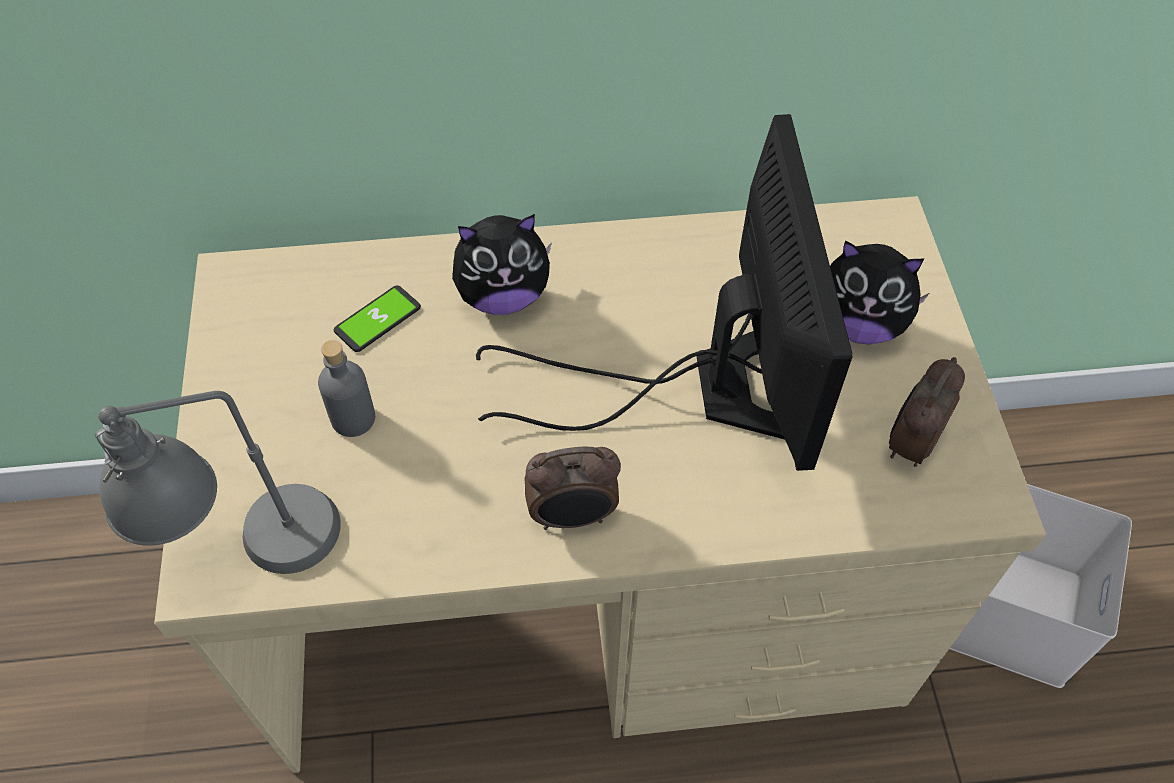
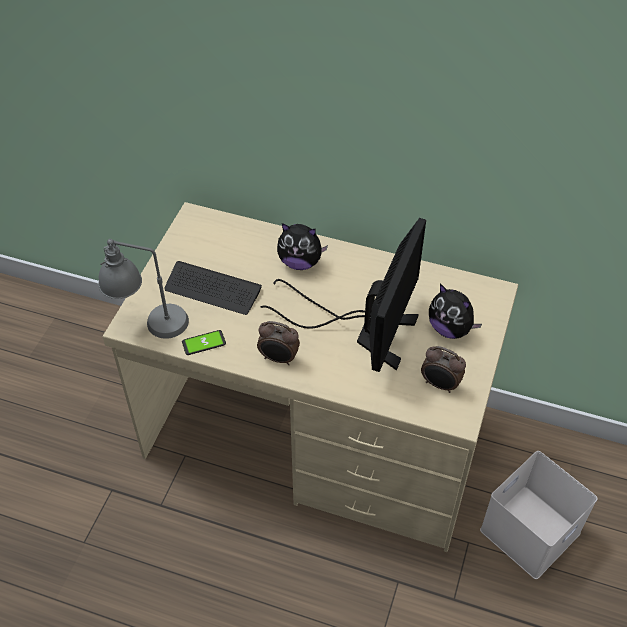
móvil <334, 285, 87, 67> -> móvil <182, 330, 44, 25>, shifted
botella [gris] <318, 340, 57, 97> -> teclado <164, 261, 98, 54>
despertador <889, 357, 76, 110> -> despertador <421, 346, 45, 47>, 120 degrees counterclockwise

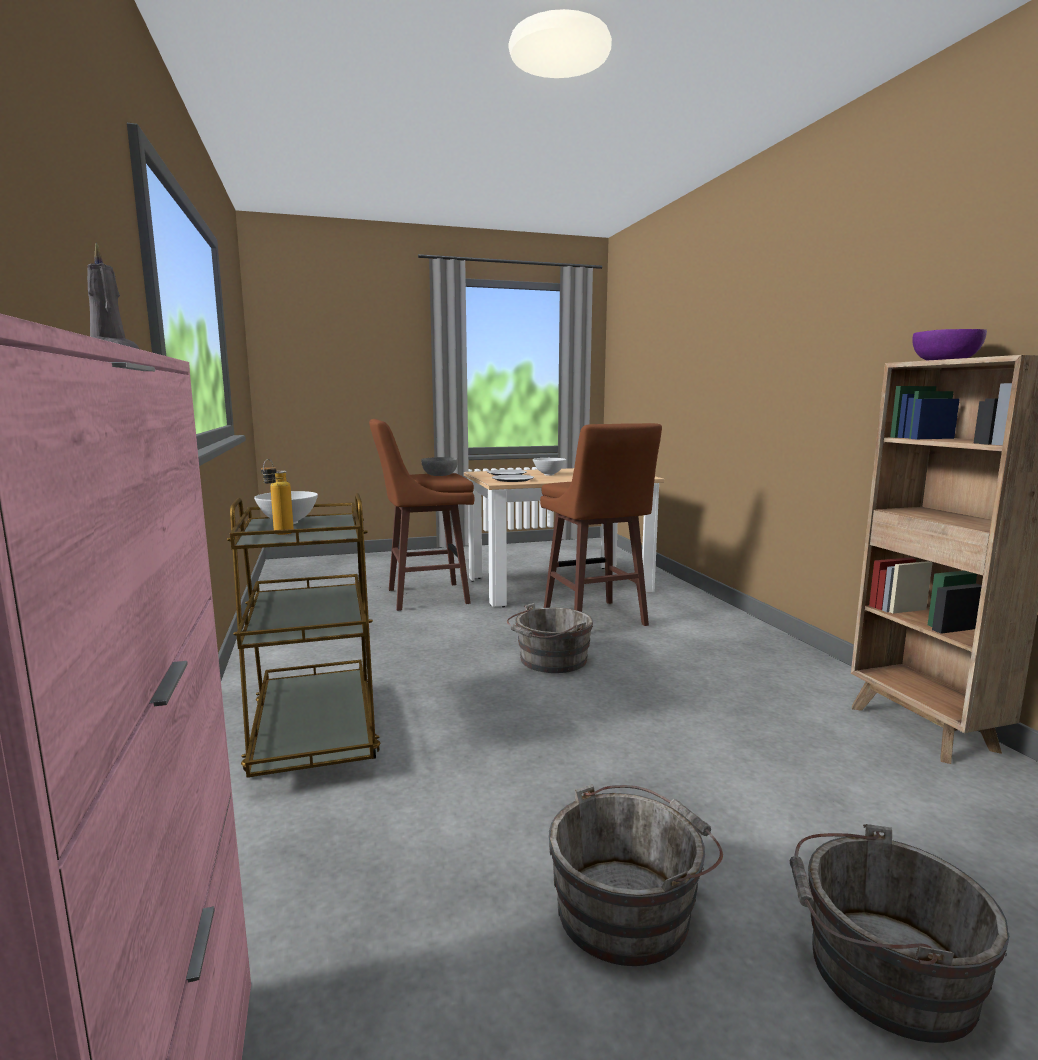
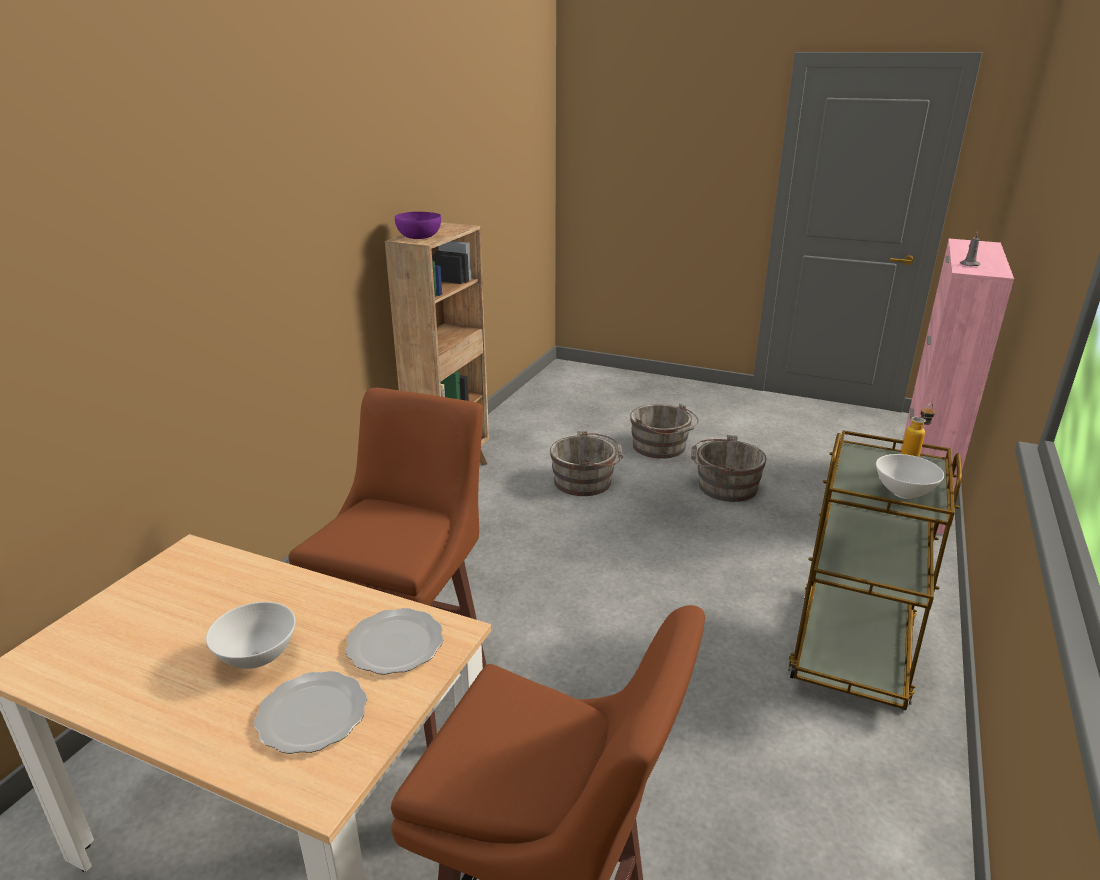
cuenco [gris] <422, 457, 36, 19> -> none
cubo [gris] <507, 603, 86, 70> -> cubo [gris] <550, 430, 73, 66>, shifted

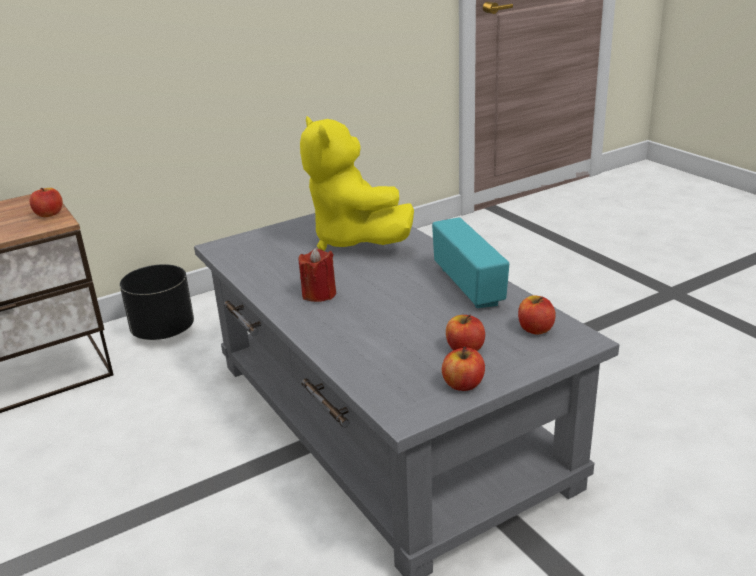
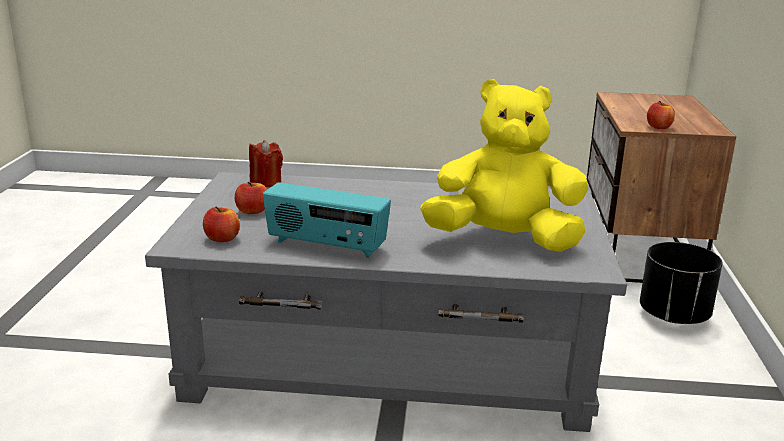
manzana <442, 347, 43, 44> -> none
vela [rojo] <299, 247, 37, 55> -> vela [rojo] <249, 140, 34, 47>, shifted

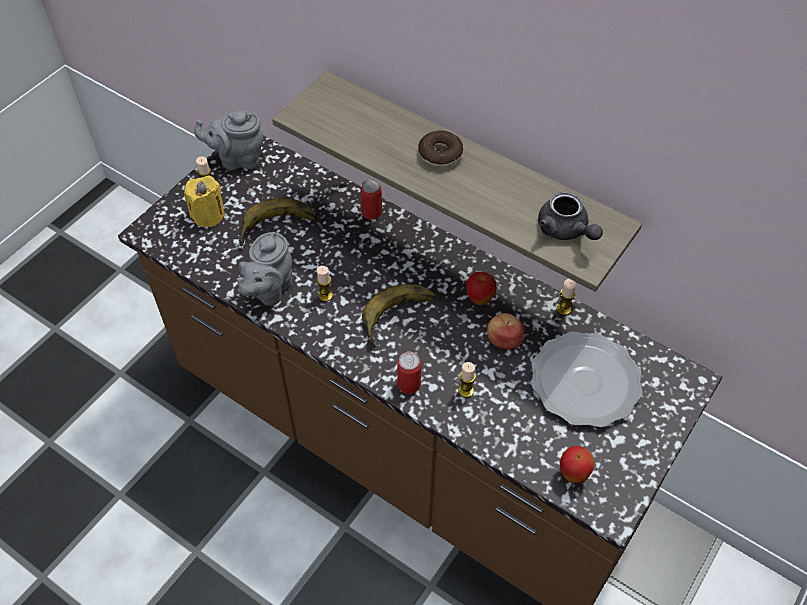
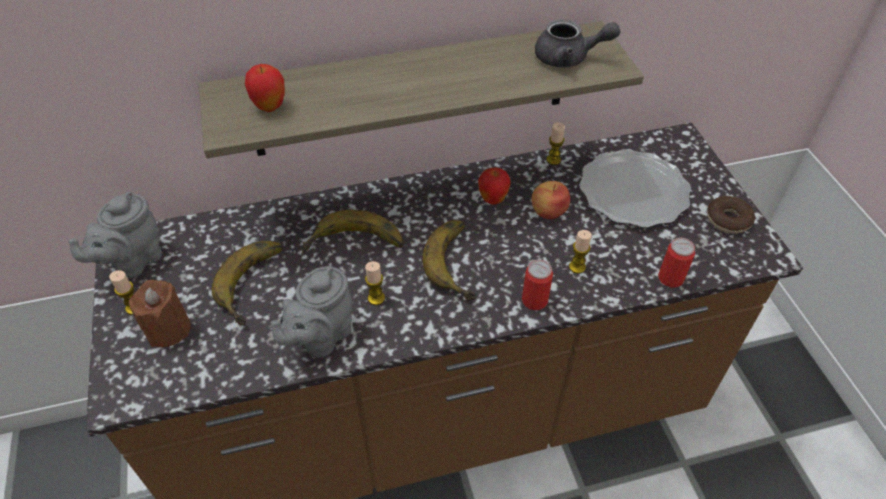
none -> plátano <302, 210, 102, 43>
lata <360, 179, 22, 41> -> lata <658, 238, 37, 50>, shifted
rosquilla <418, 131, 45, 37> -> rosquilla <707, 196, 48, 38>, shifted
manzana <560, 446, 35, 37> -> manzana <245, 64, 40, 48>, shifted
vela [amarillo] <184, 176, 41, 51> -> vela [marrón] <129, 280, 62, 67>
tetera [gris] <236, 232, 56, 74> -> tetera [gris] <271, 266, 81, 92>, 60 degrees clockwise

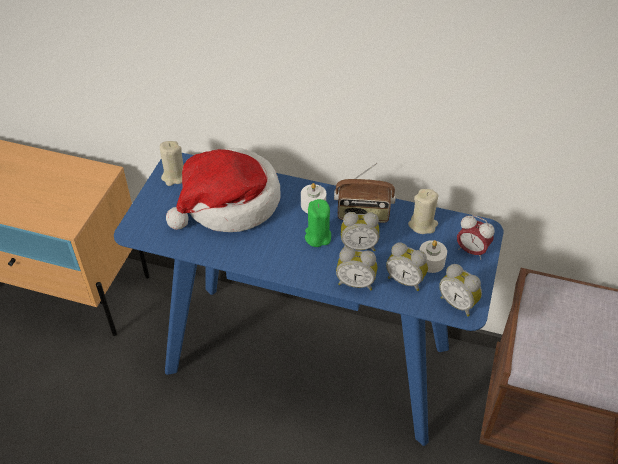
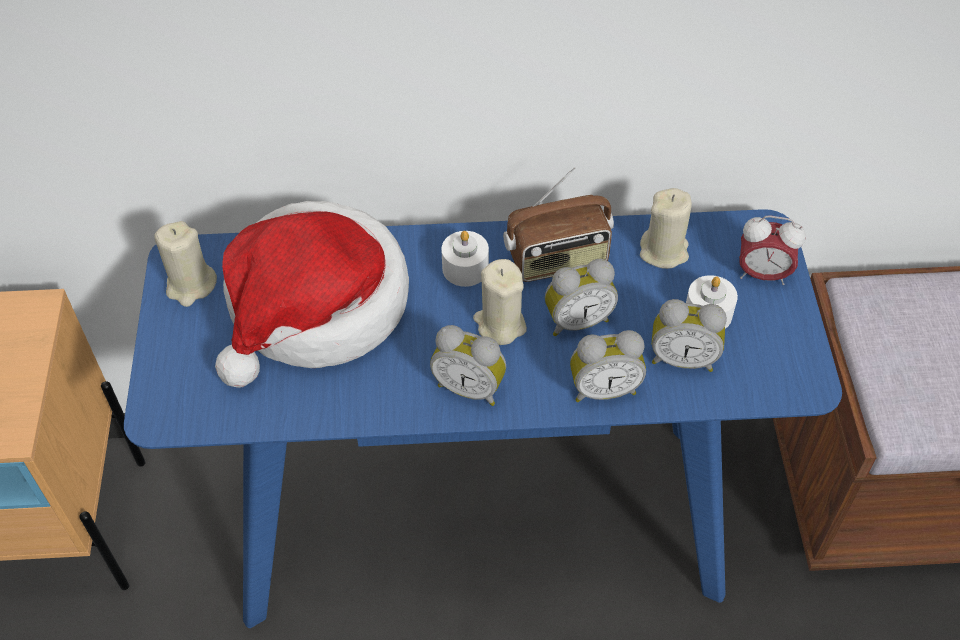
despertador <439, 264, 43, 52> -> despertador <430, 325, 76, 81>, shifted
vela [verde] <305, 199, 26, 48> -> vela [beis] <473, 259, 54, 86>

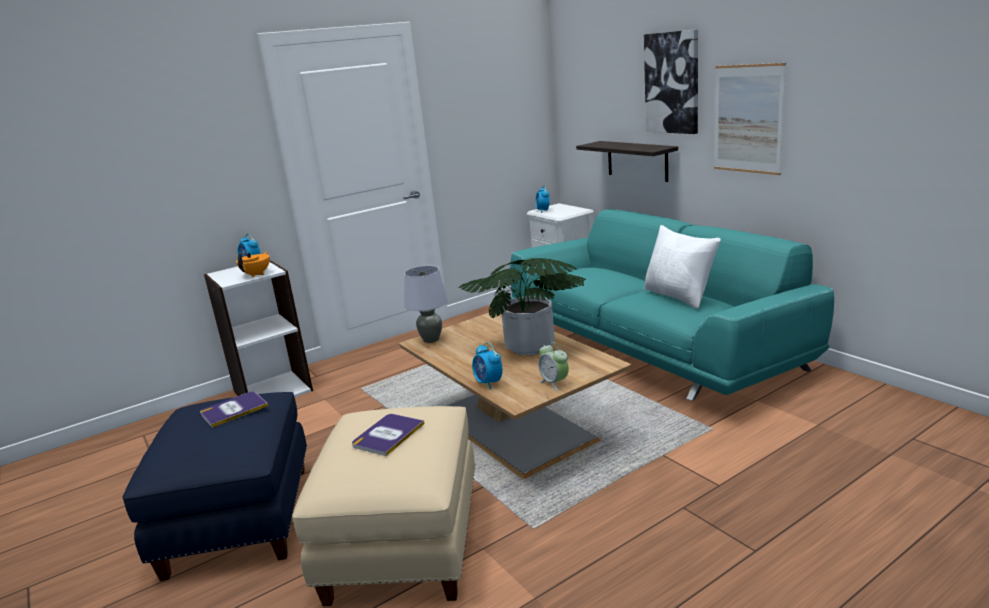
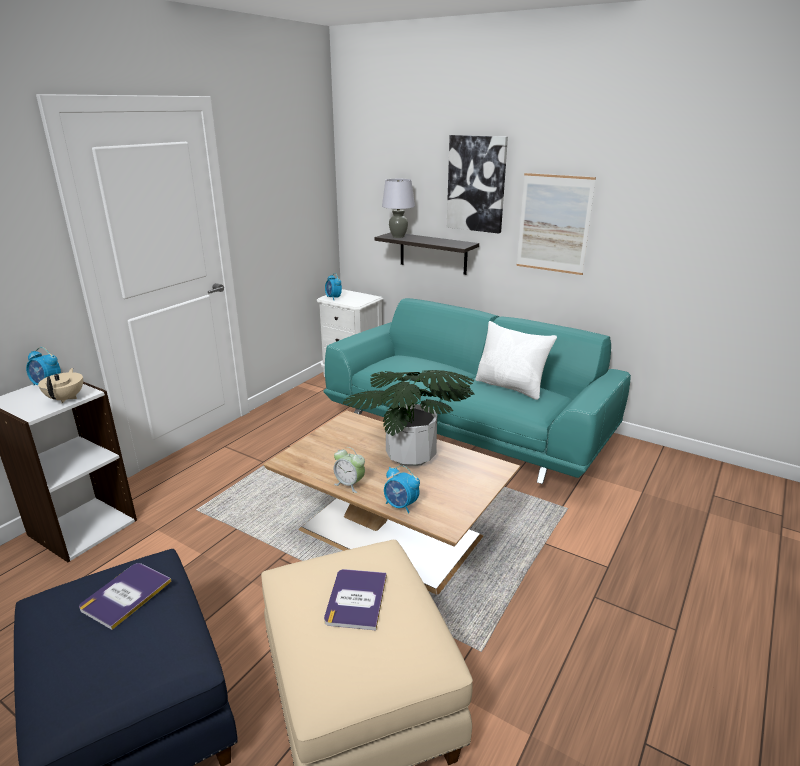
lámpara de mesa [gris] <404, 266, 44, 77> -> lámpara de mesa [gris] <382, 179, 33, 59>, shifted
despertador <538, 342, 31, 49> -> despertador <334, 447, 31, 46>, shifted
tetera [naranja] <236, 251, 34, 26> -> tetera [beis] <38, 368, 45, 35>

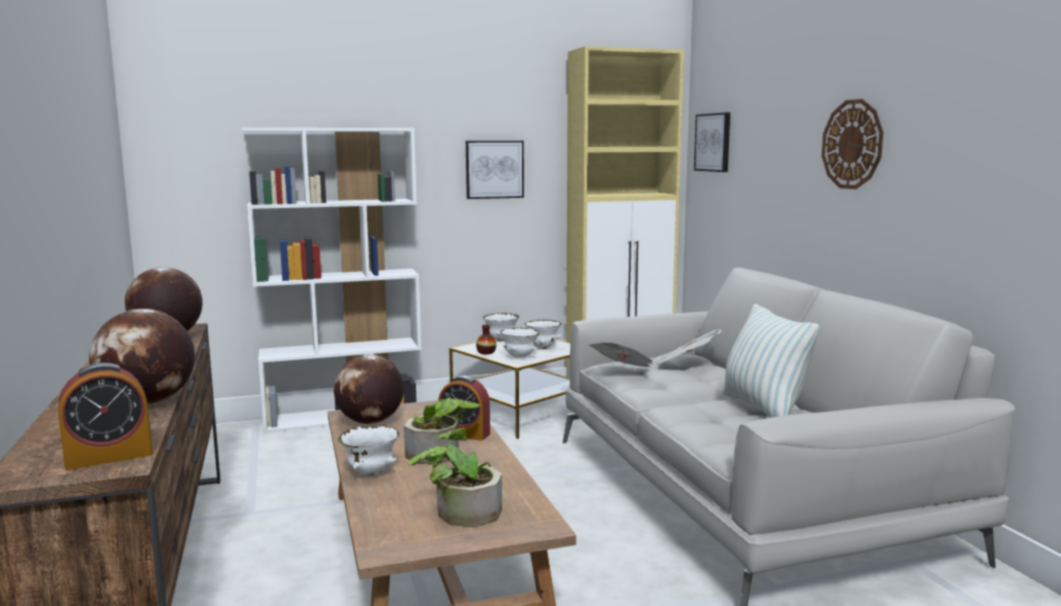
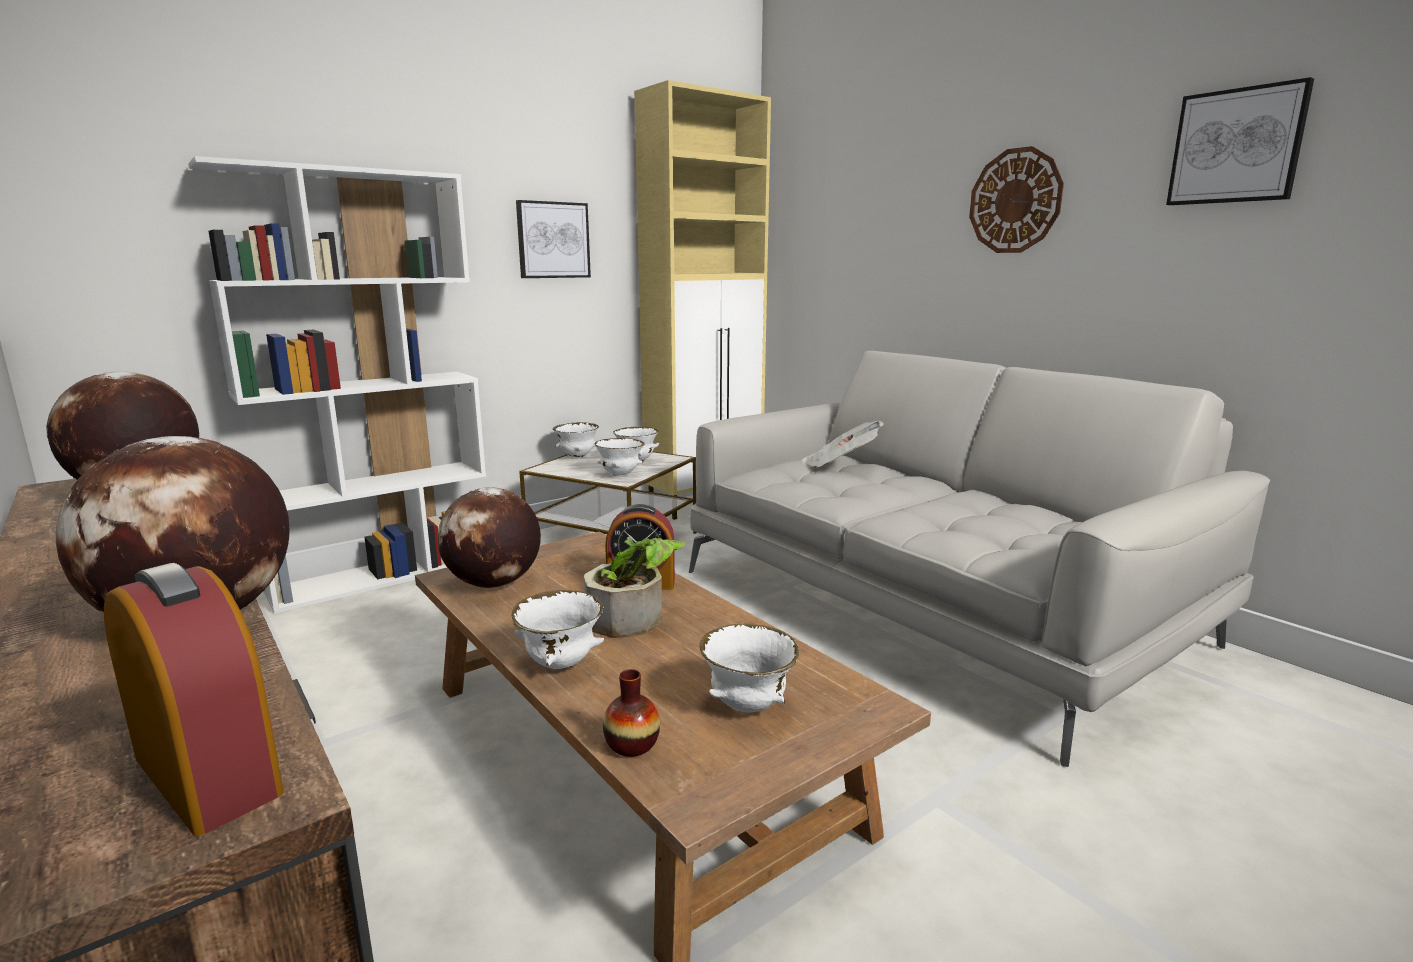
periódico <589, 343, 63, 24> -> none
cojín <722, 304, 97, 114> -> none
florero <476, 325, 20, 30> -> florero <603, 669, 57, 88>, shifted
cuadro <694, 113, 36, 59> -> cuadro <1166, 77, 148, 128>, shifted
planta en maceta <409, 429, 93, 98> -> cuenco [blanco] <700, 623, 99, 90>
despertador <58, 363, 95, 107> -> despertador <104, 563, 180, 273>, 90 degrees counterclockwise

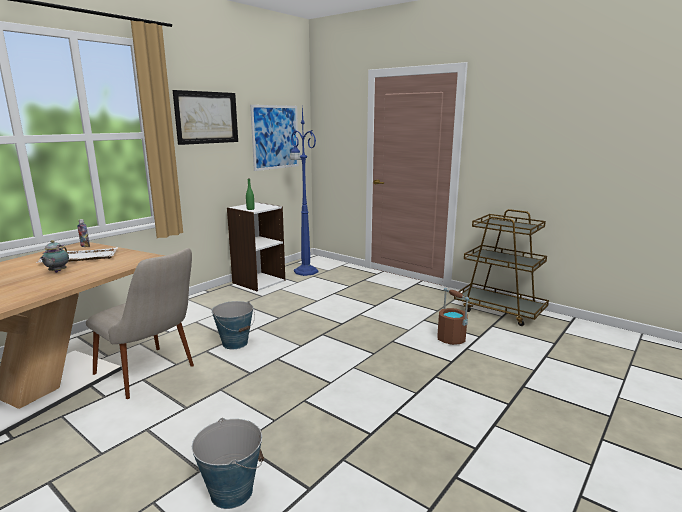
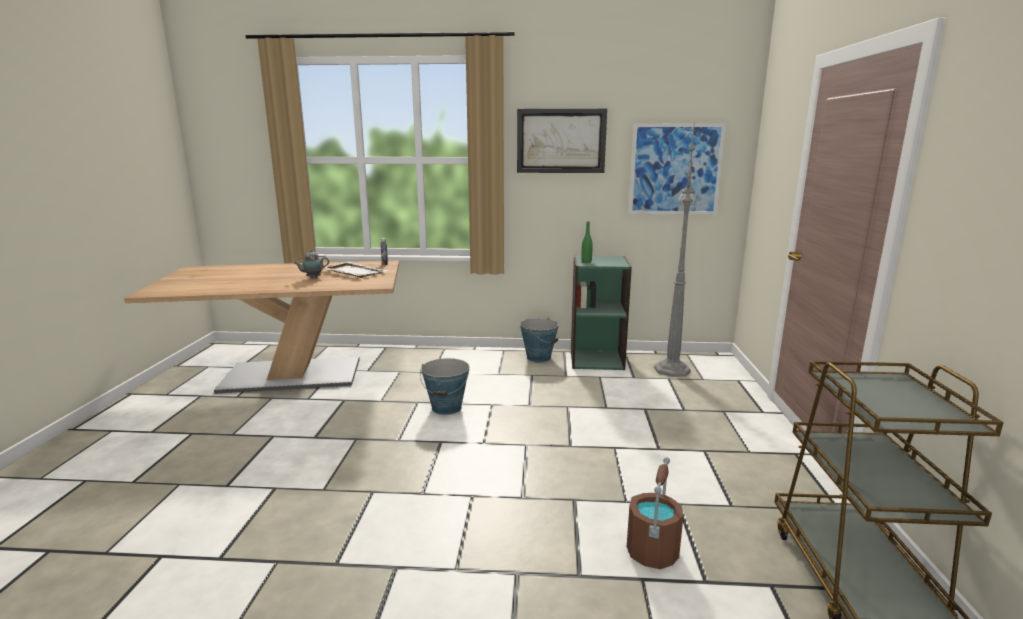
silla [beis] <86, 248, 108, 151> -> none
cubo <192, 418, 72, 91> -> cubo <520, 317, 39, 45>, shifted
estantería [blanco] <227, 202, 58, 89> -> estantería [verde] <571, 255, 61, 115>
lámpara de pie [azul] <290, 107, 29, 169> -> lámpara de pie [gris] <654, 120, 43, 257>

